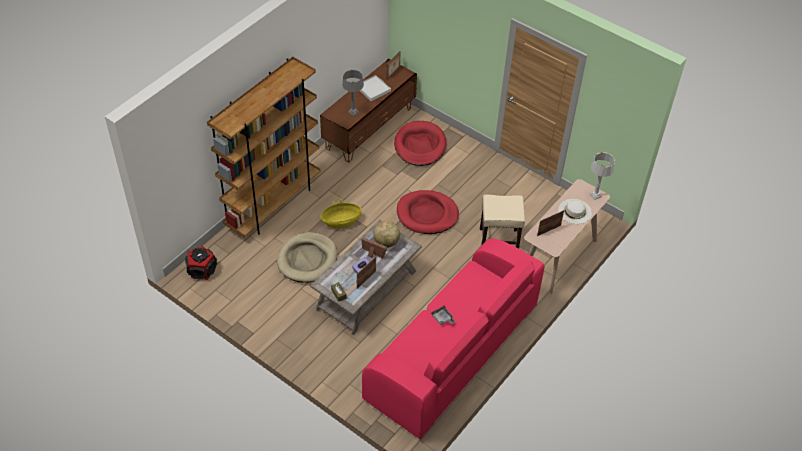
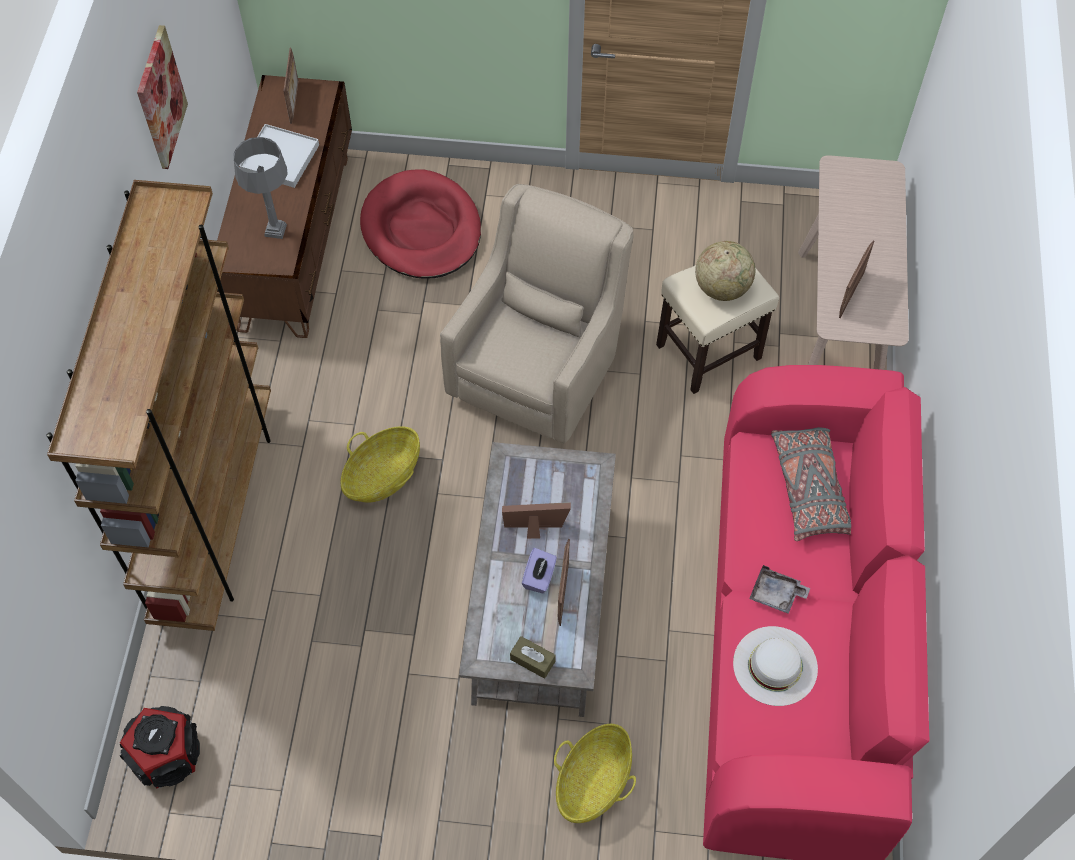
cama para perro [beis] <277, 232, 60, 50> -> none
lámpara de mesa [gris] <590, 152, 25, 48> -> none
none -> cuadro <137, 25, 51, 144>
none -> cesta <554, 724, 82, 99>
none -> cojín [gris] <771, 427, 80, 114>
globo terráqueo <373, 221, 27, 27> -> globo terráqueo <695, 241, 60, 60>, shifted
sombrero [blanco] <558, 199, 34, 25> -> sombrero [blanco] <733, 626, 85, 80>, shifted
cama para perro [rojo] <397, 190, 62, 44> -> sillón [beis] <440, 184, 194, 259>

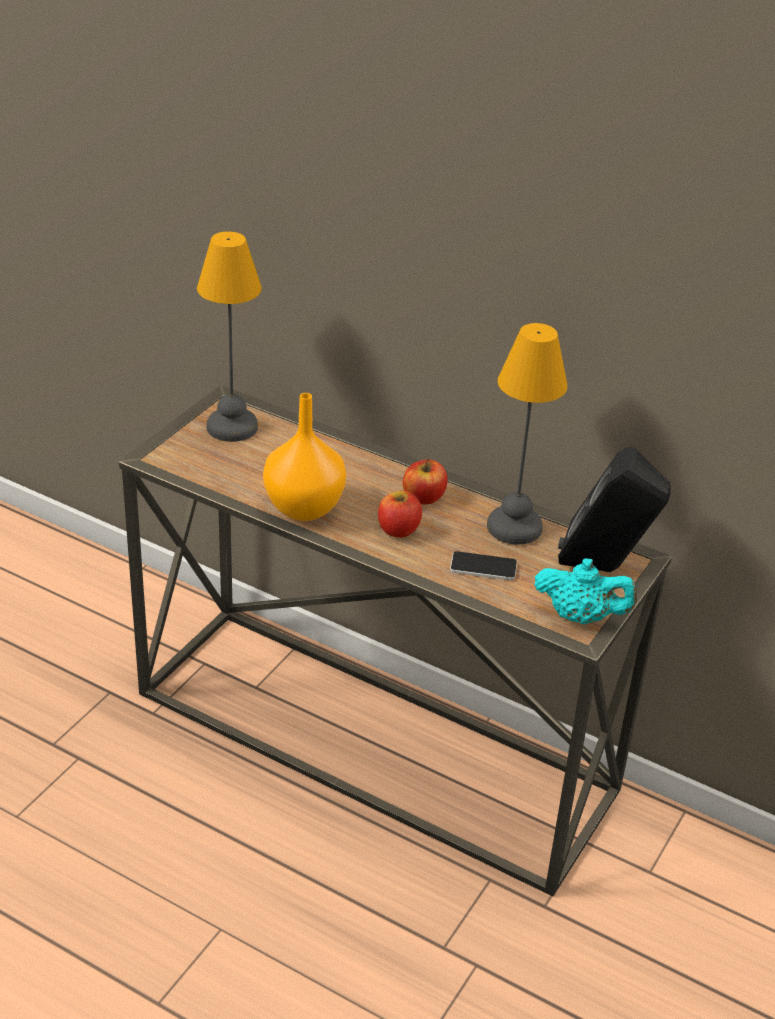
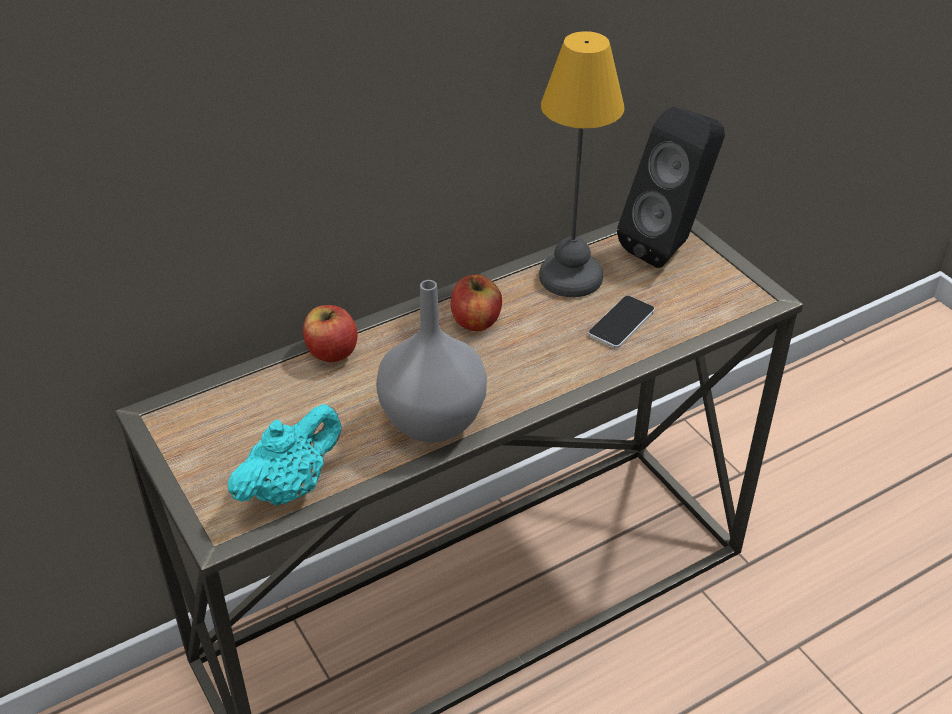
lámpara de mesa <197, 231, 65, 211> -> none
manzana <378, 491, 44, 47> -> manzana <303, 305, 55, 57>, shifted
tetera [turquesa] <534, 558, 103, 66> -> tetera [turquesa] <228, 404, 114, 102>, shifted
florero [naranja] <263, 393, 83, 128> -> florero [gris] <376, 280, 111, 162>

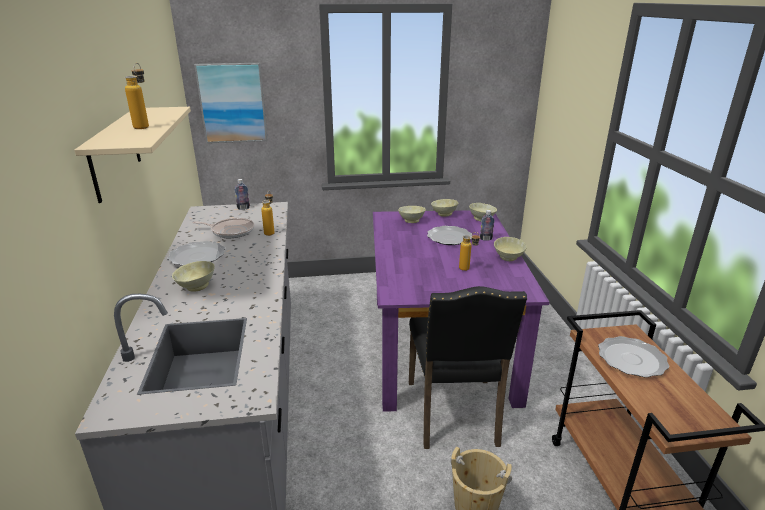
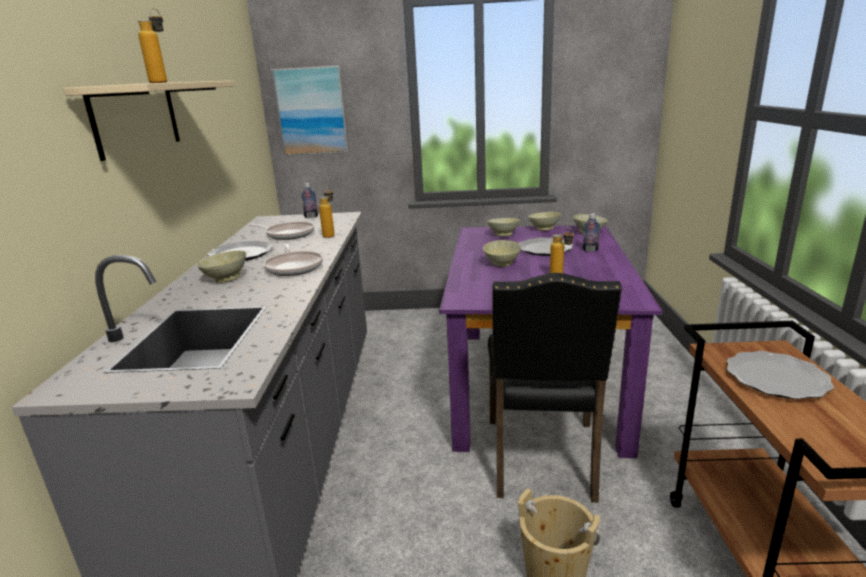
none -> sartén <264, 243, 59, 33>
cuenco [beis] <494, 237, 33, 24> -> cuenco [beis] <483, 240, 38, 27>, shifted

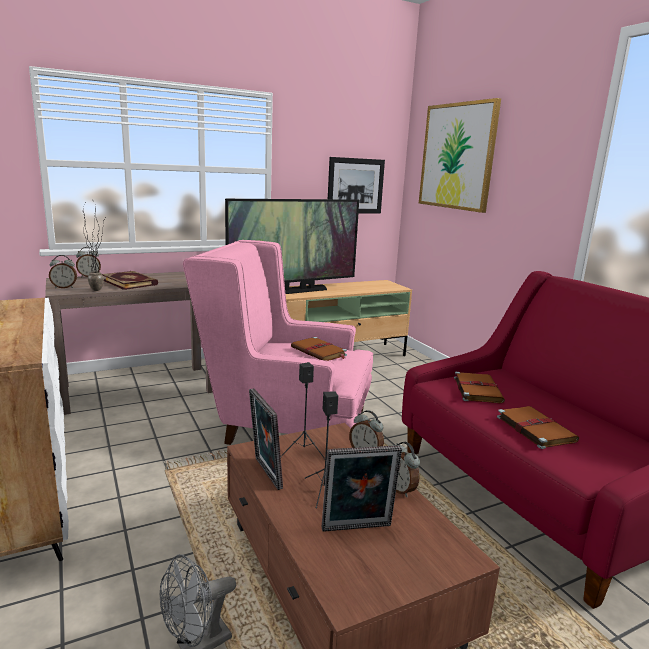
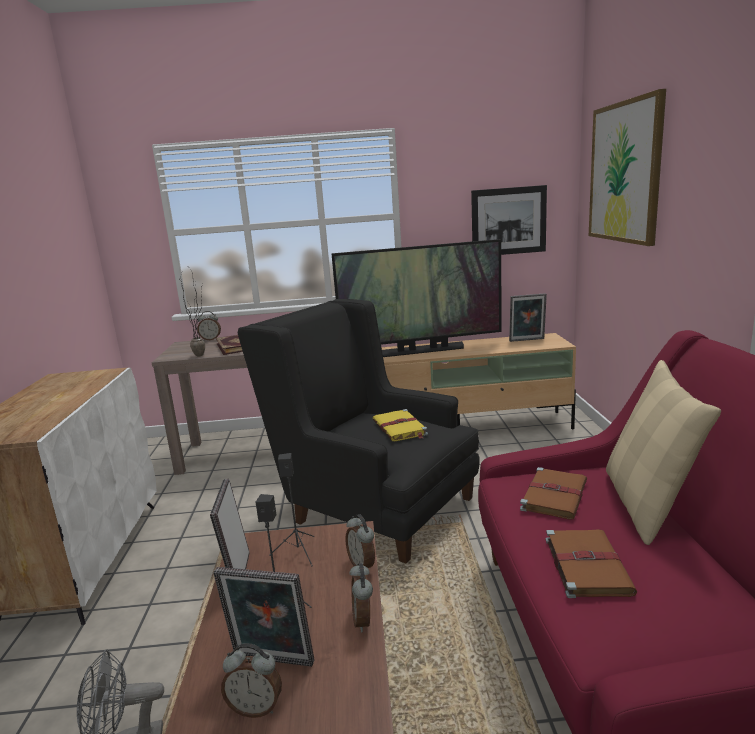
none -> portarretratos <509, 293, 38, 49>
none -> cojín [beis] <606, 360, 115, 185>
despertador <49, 255, 28, 33> -> despertador <221, 643, 61, 75>, shifted
sillón [rosa] <183, 240, 190, 205> -> sillón [negro] <238, 299, 242, 264>
libro [marrón] <291, 337, 56, 24> -> libro [amarillo] <373, 409, 55, 32>

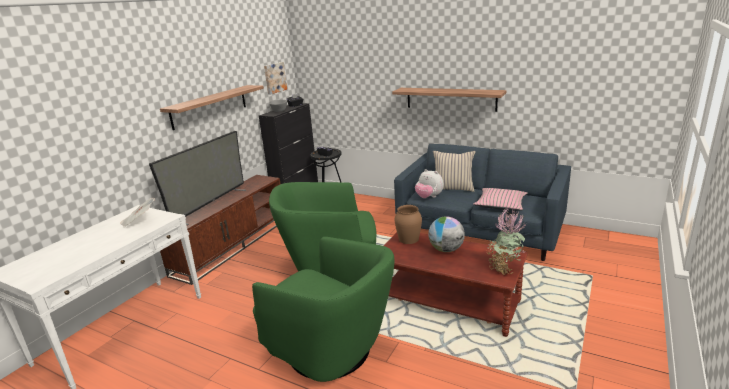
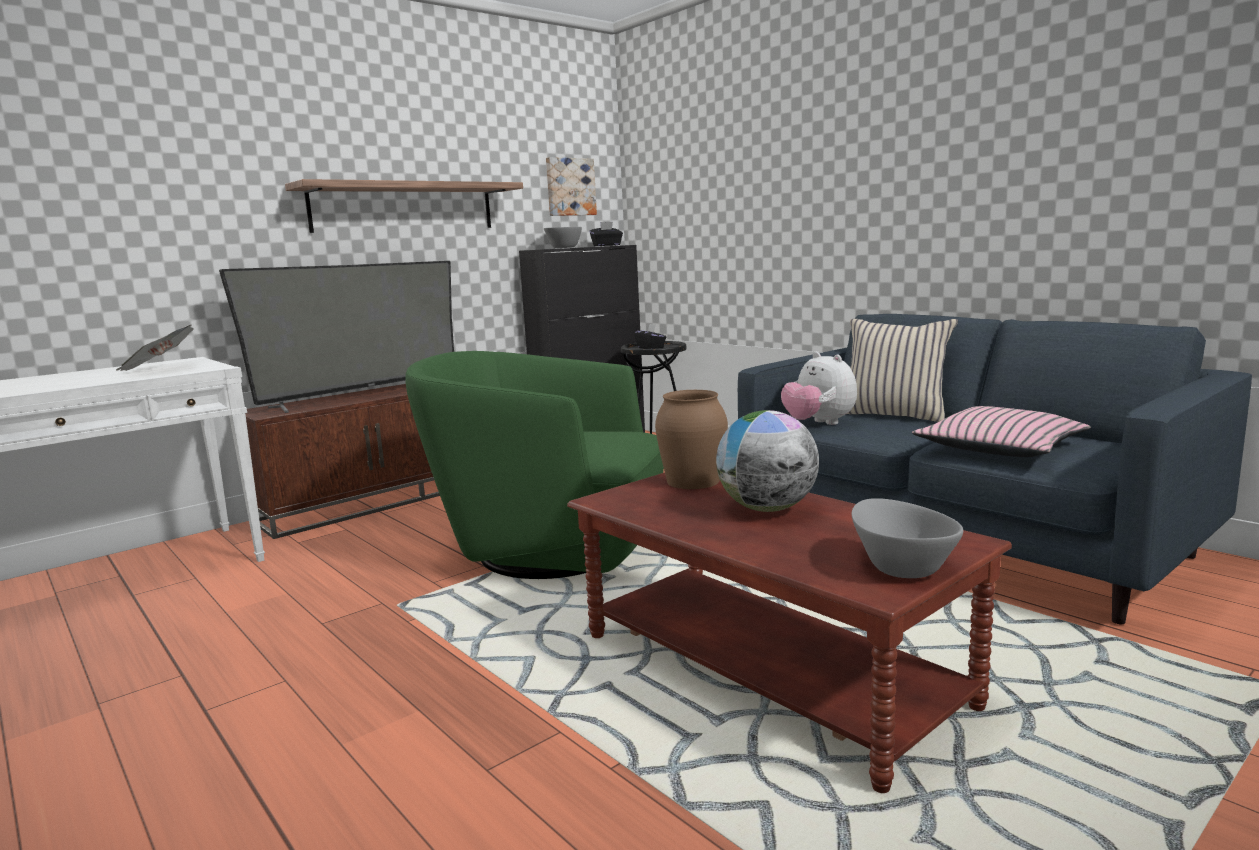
sillón [verde] <252, 237, 142, 145> -> none
estante <392, 88, 115, 24> -> none
planta en maceta <486, 208, 39, 68> -> cuenco [gris] <852, 498, 111, 80>

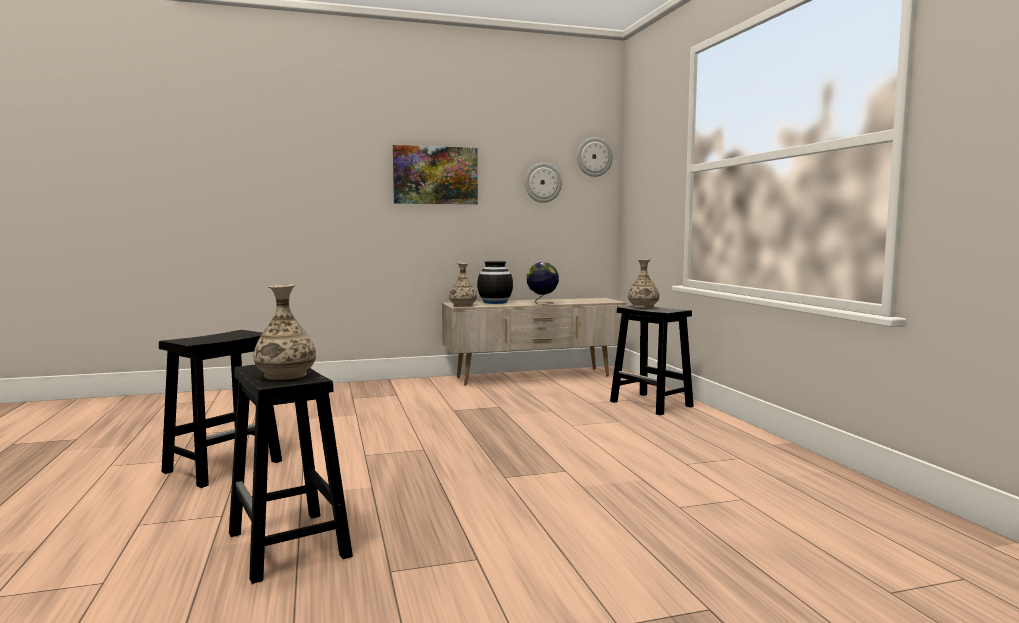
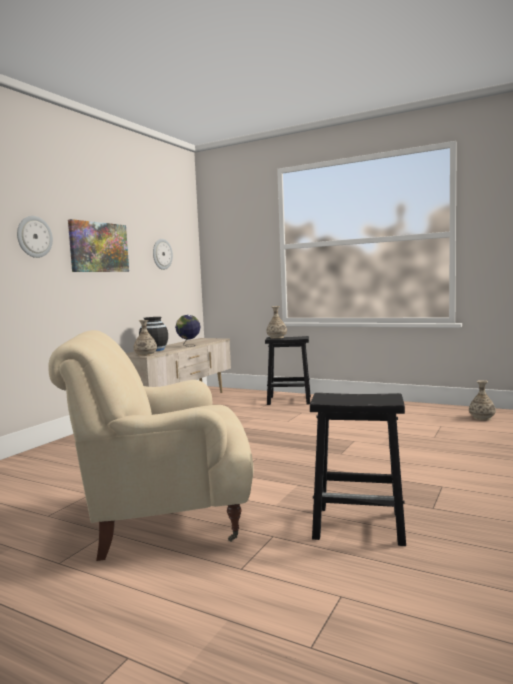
florero <253, 285, 63, 95> -> florero <469, 380, 27, 40>, shifted
reloj de pared <577, 137, 36, 40> -> reloj de pared <17, 216, 36, 42>, shifted
taburete [negro] <159, 330, 123, 158> -> sillón [beis] <48, 330, 205, 231>

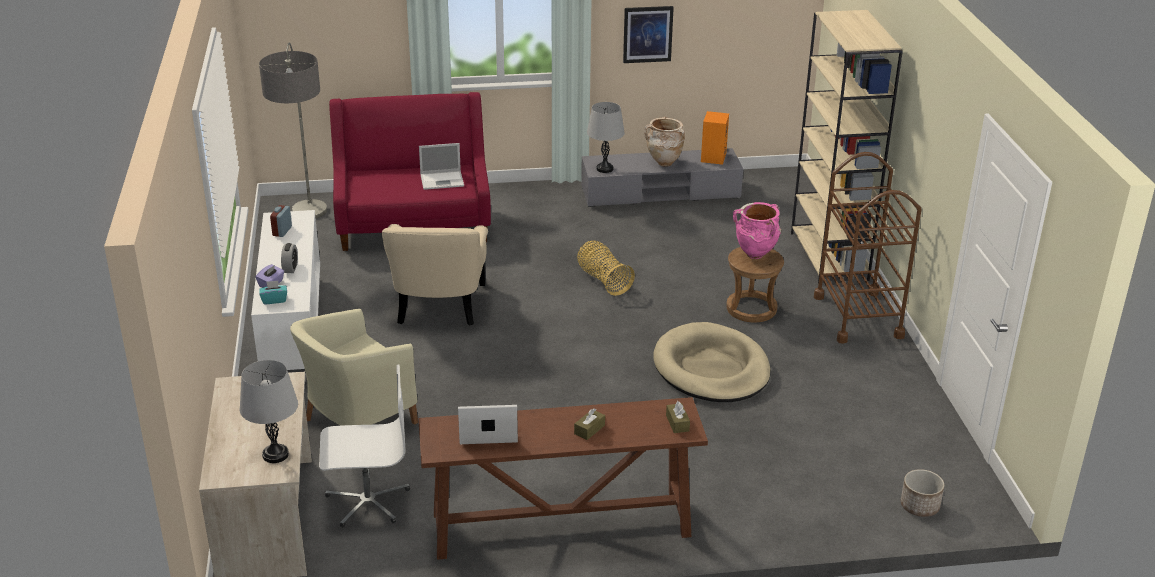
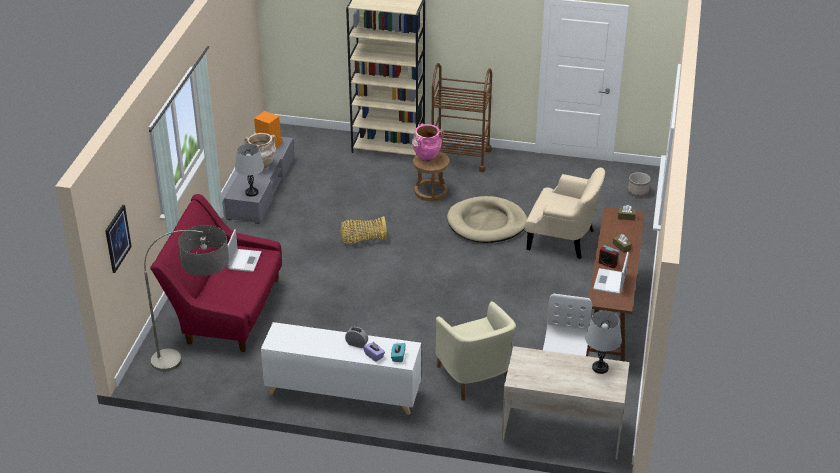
despertador <270, 205, 22, 32> -> despertador <599, 245, 20, 23>, shifted
sillón [beis] <382, 224, 106, 102> -> sillón [beis] <525, 167, 80, 92>, shifted
cuadro <623, 6, 51, 57> -> cuadro <105, 205, 27, 68>, shifted

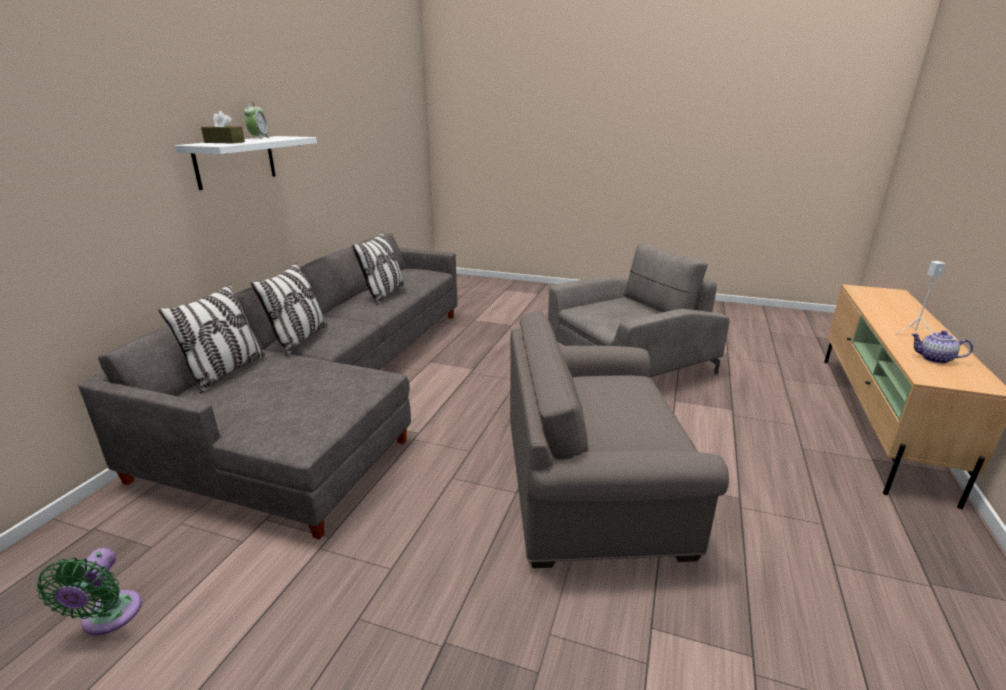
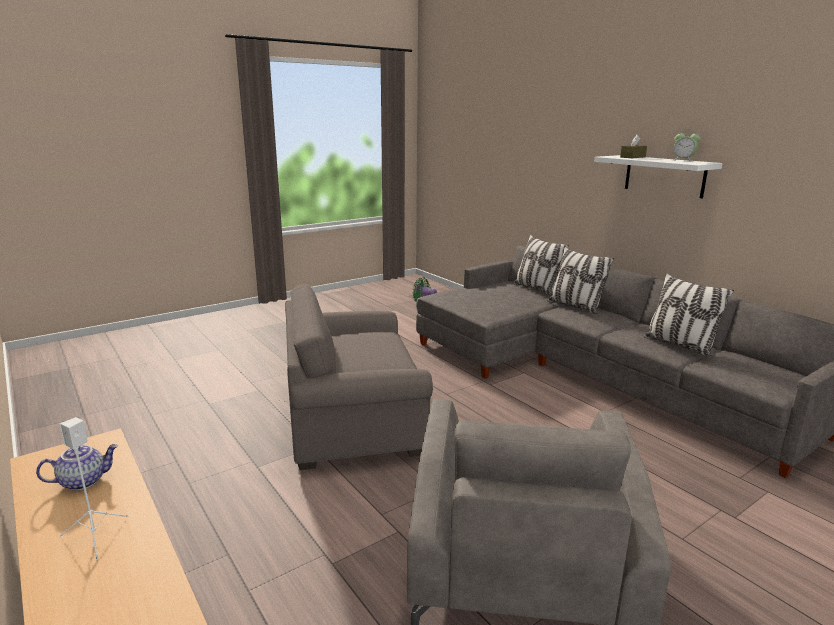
sillón [gris] <510, 311, 219, 257> -> sillón [gris] <285, 284, 148, 186>, 135 degrees counterclockwise

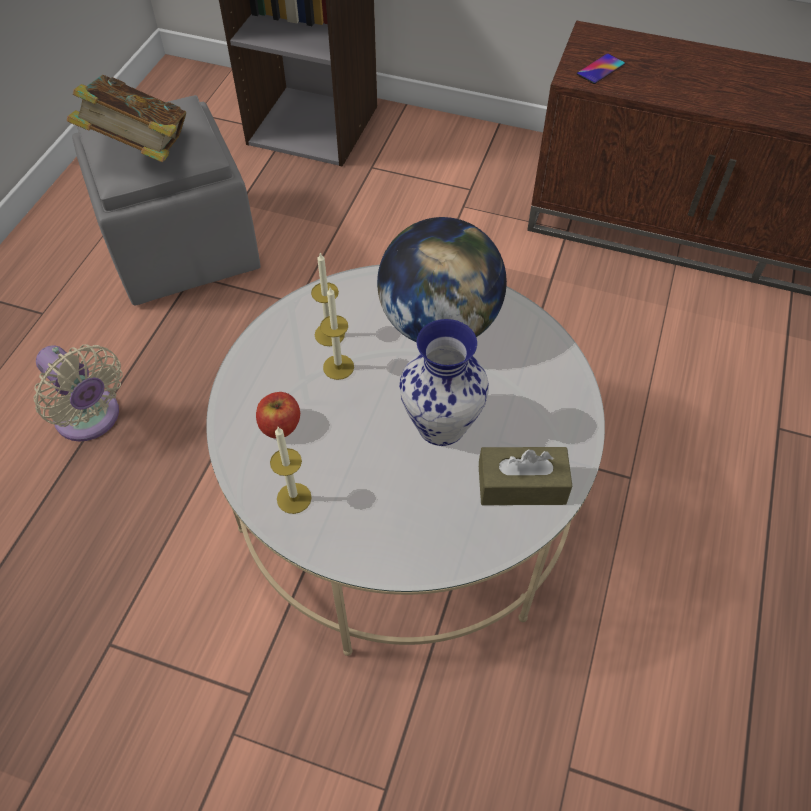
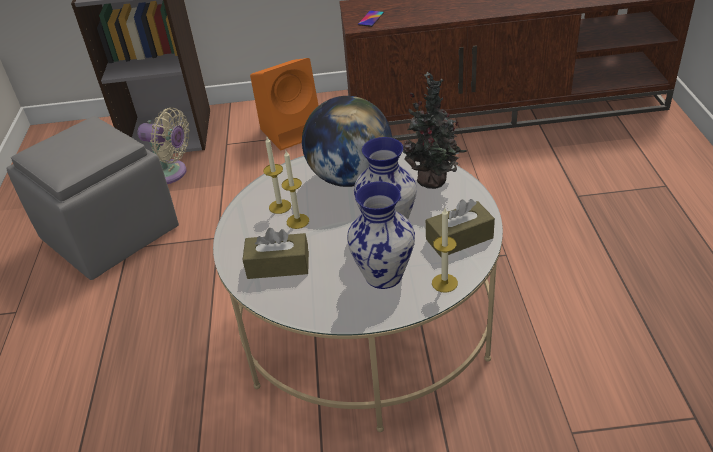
libro <67, 75, 119, 87> -> none
none -> altavoz [naranja] <250, 58, 69, 92>
none -> florero <347, 181, 68, 108>
none -> planta en maceta <403, 72, 64, 117>
ventilador [beis] <34, 344, 88, 98> -> ventilador [beis] <137, 108, 53, 76>, shifted
vela <270, 427, 42, 87> -> vela <432, 208, 26, 84>, shifted
manzana <256, 392, 44, 47> -> caja de pañuelos [marrón] <243, 228, 66, 51>

